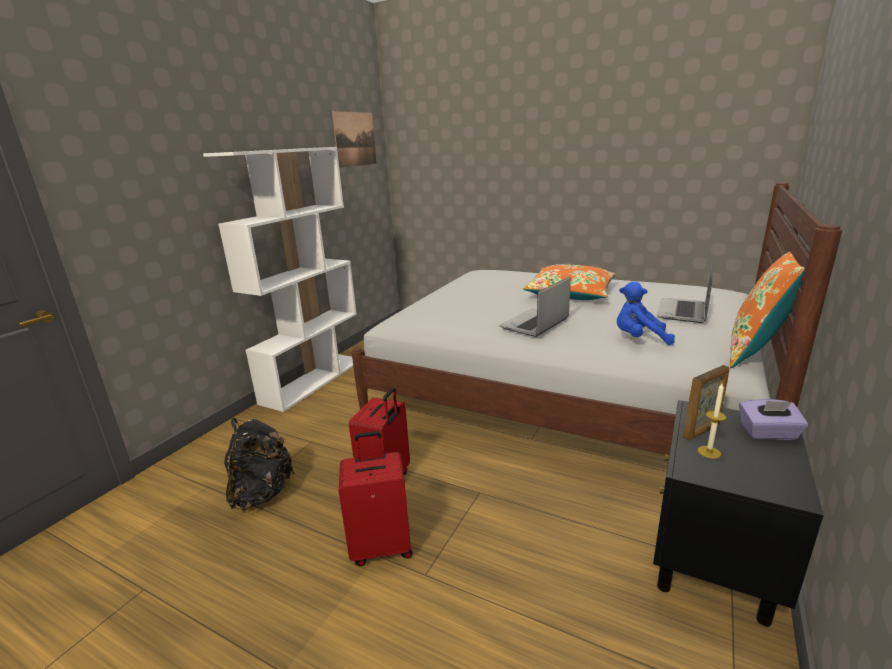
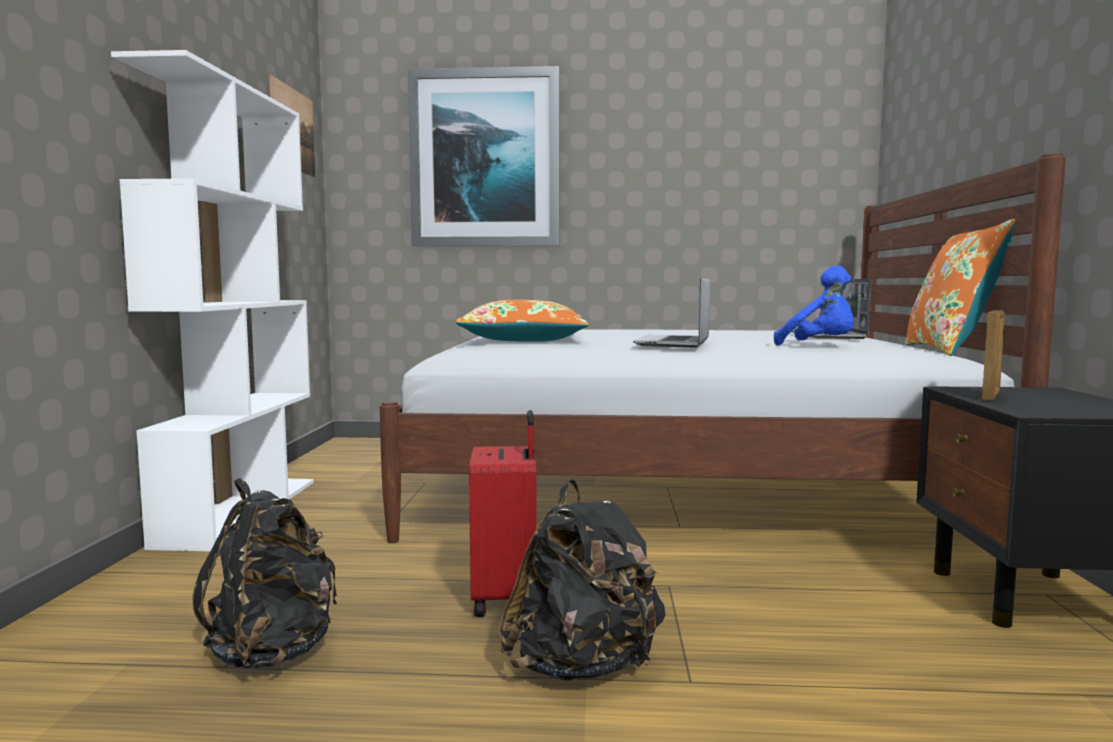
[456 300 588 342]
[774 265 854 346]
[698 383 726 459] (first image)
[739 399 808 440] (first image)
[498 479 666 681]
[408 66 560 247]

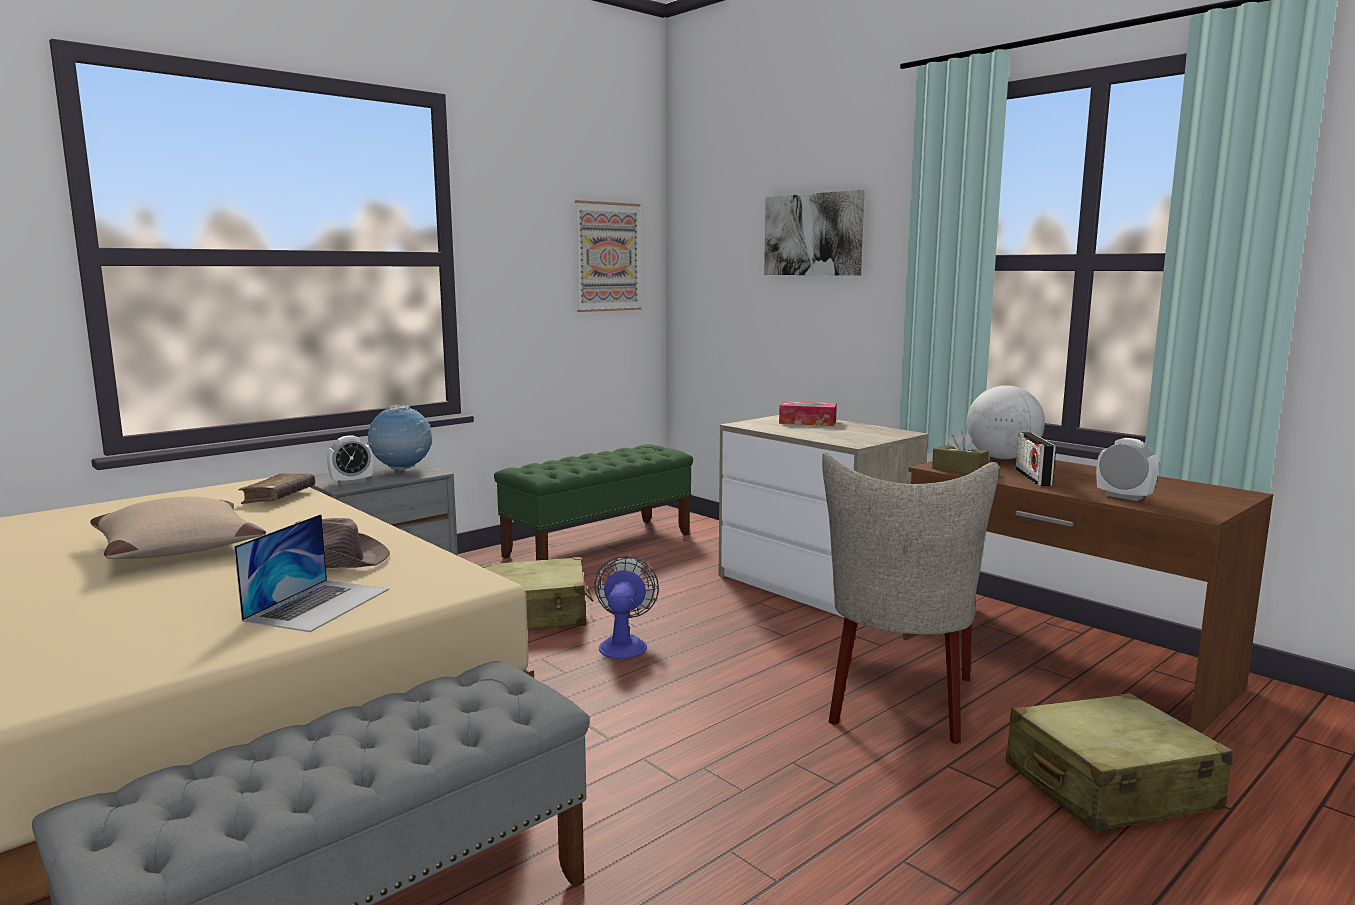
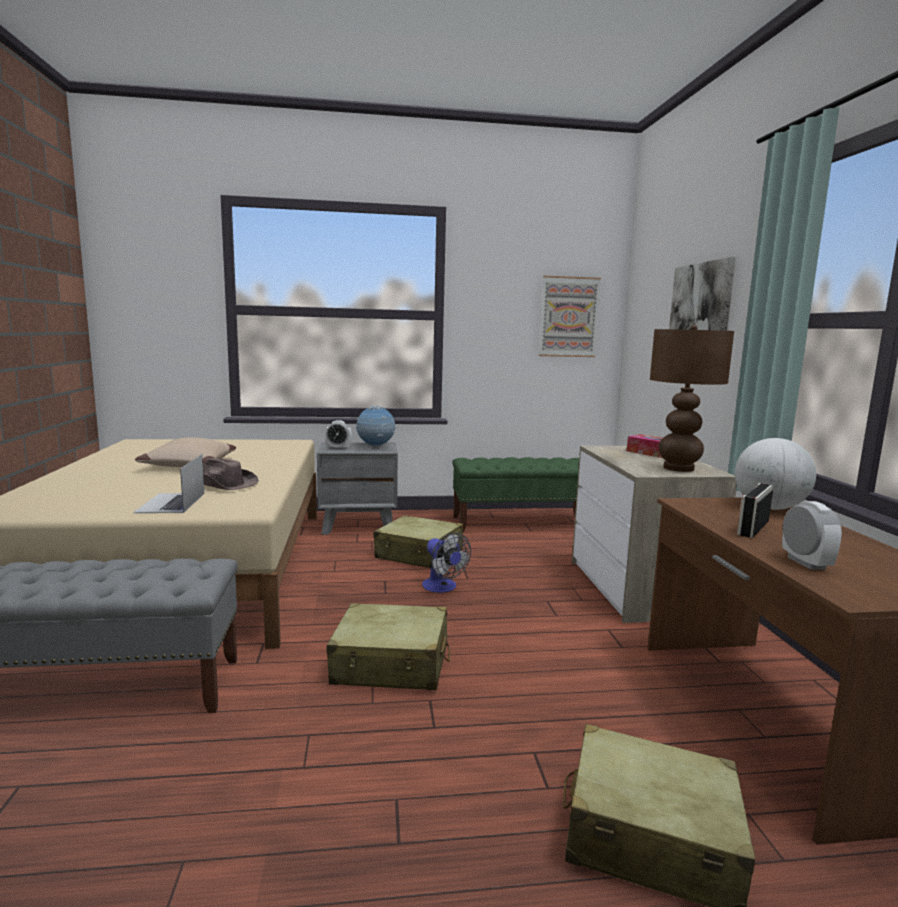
[932 430 989 474] (first image)
[822 452 999 744] (first image)
[238 473 315 504] (first image)
[133 454 204 513]
[422 533 471 593]
[650 324 734 472]
[326 603 450 690]

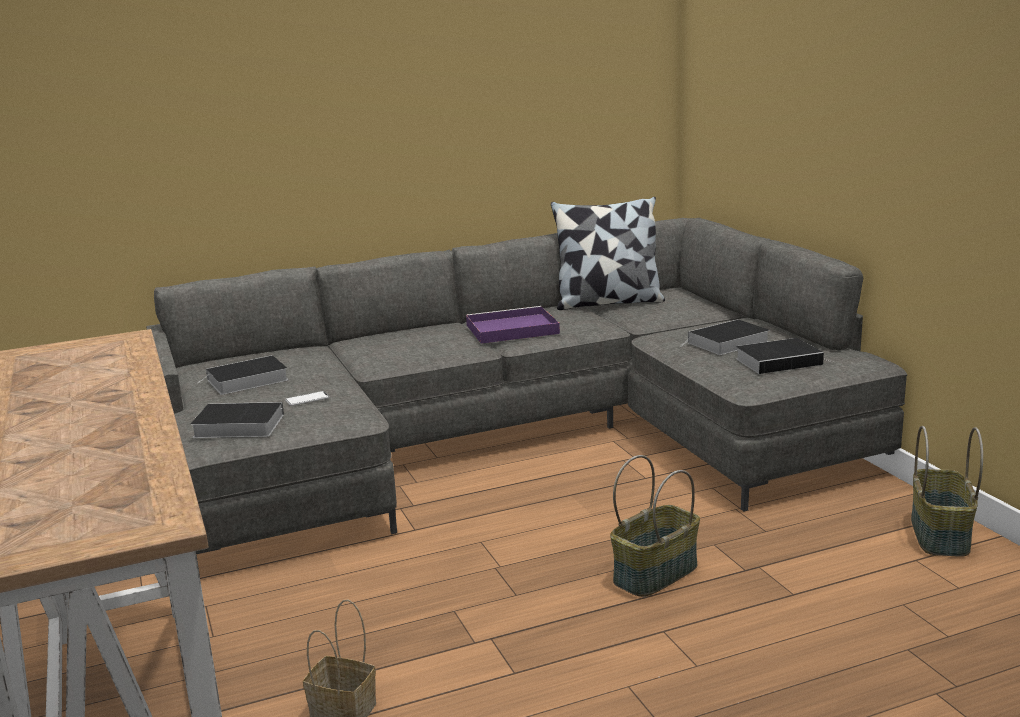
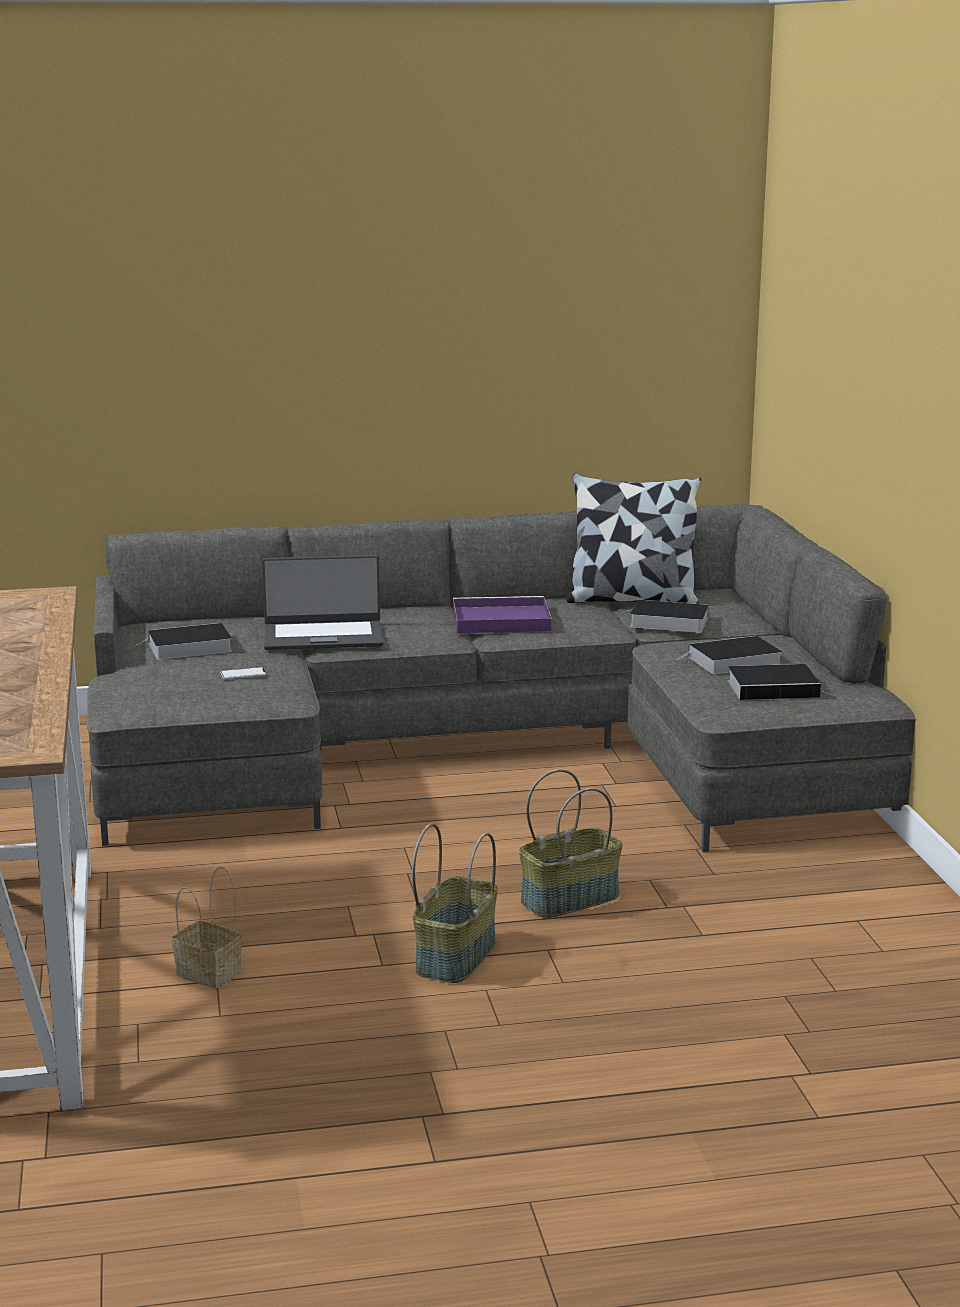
[624 599 709 633]
[412 823 498 983]
[262 555 384 650]

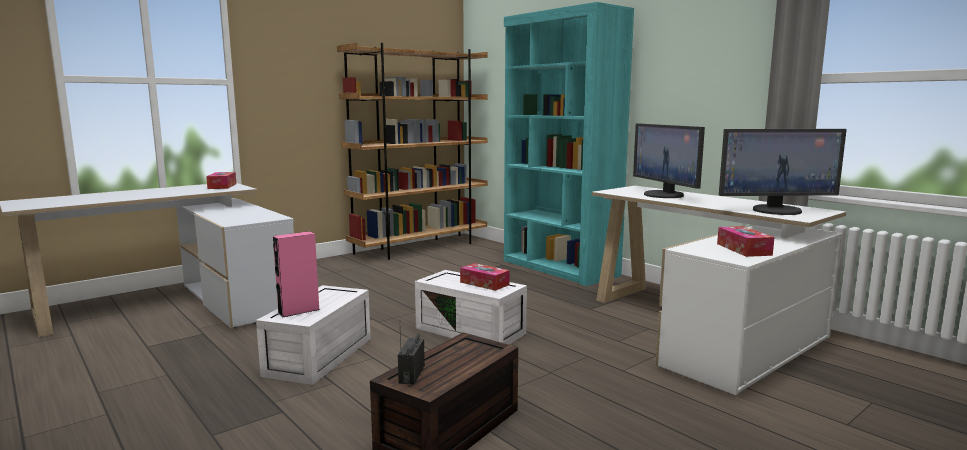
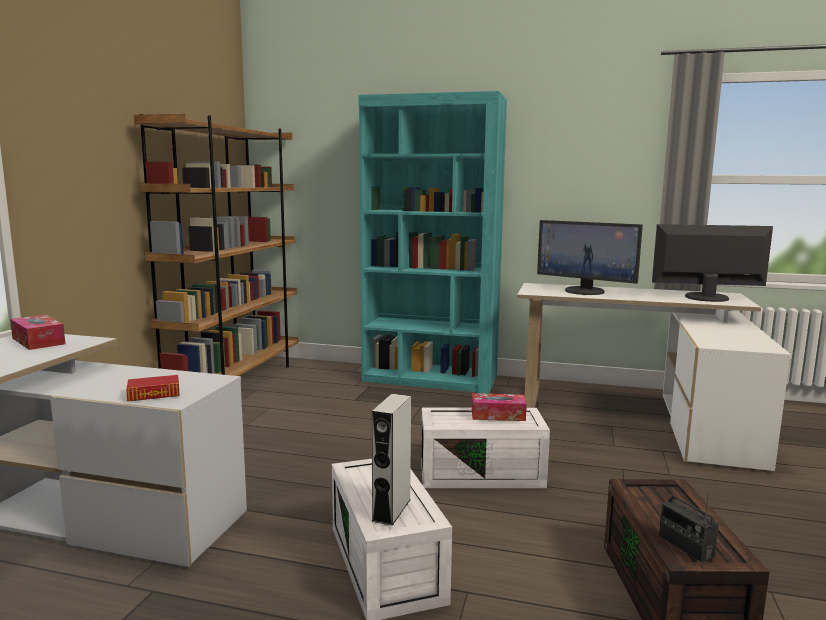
[652 224 773 302]
[717 226 775 257] (first image)
[371 394 411 526]
[126 375 180 401]

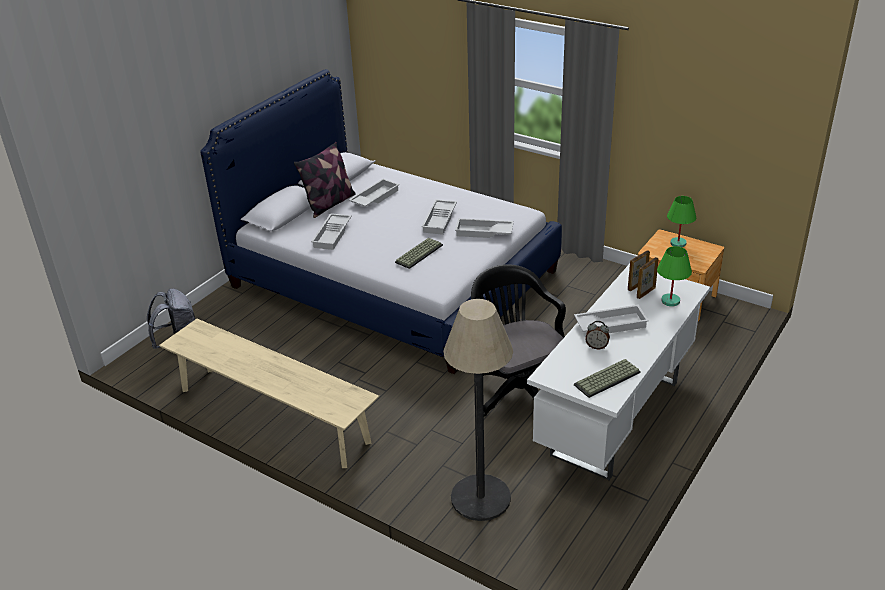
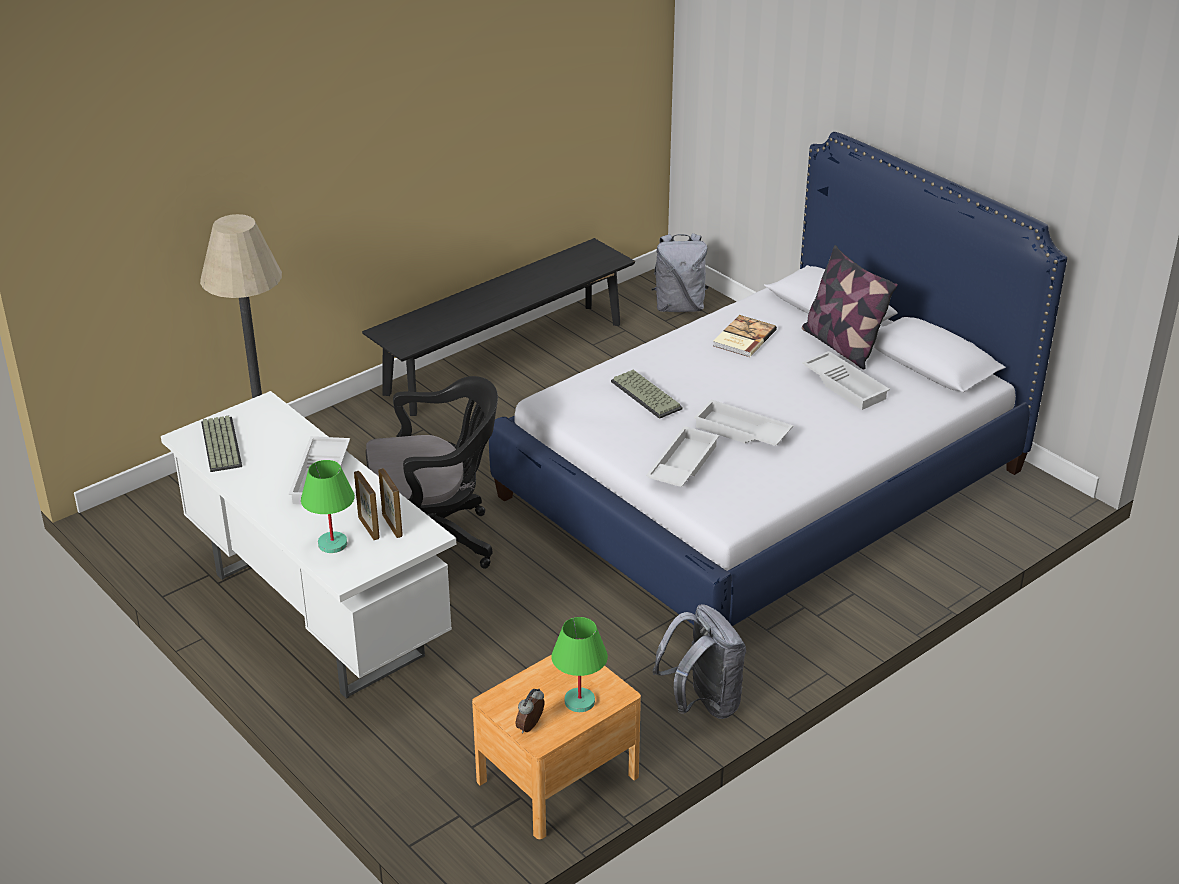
[713 315 777 357]
[362 238 635 416]
[516 688 544 734]
[653 604 746 719]

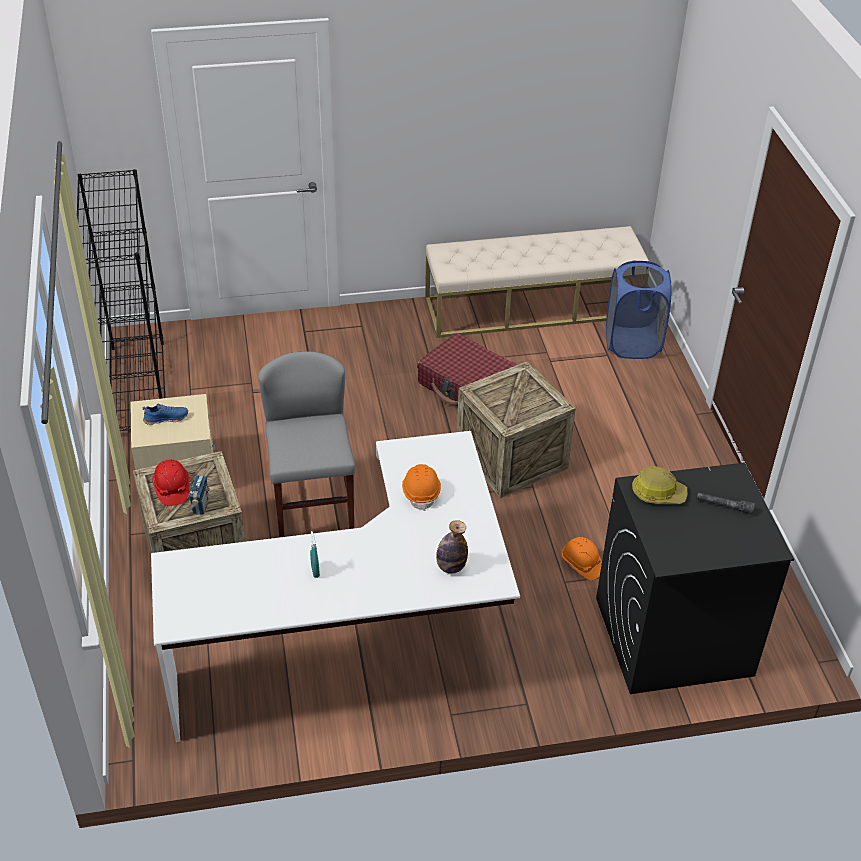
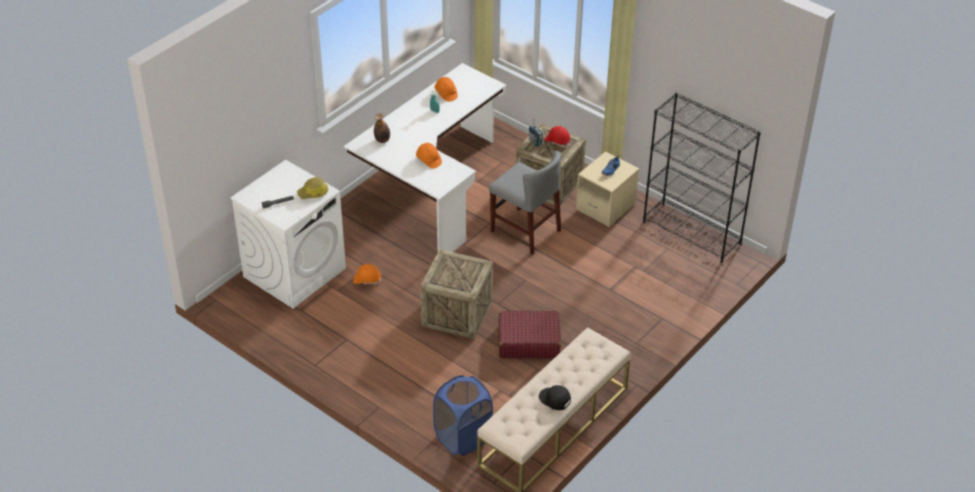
[230 160 346 309]
[434 77 458 102]
[539 385 571 410]

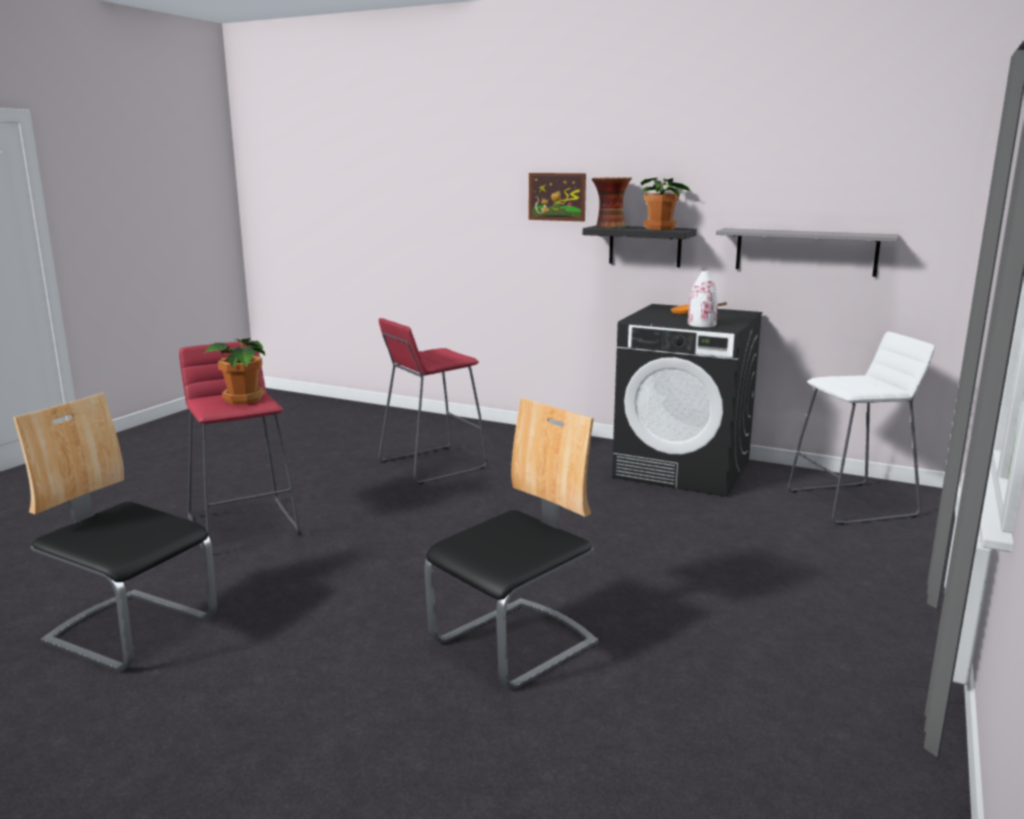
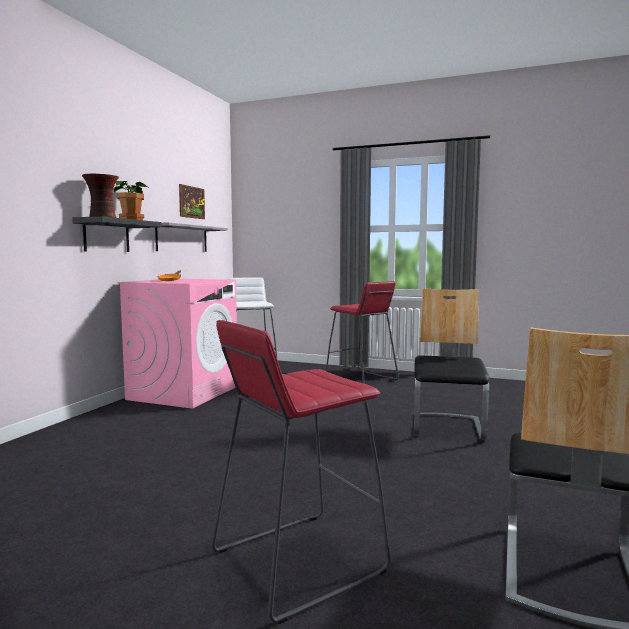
[179 184 205 219]
[688 270 718 328] (first image)
[118 279 237 409]
[326 281 399 384]
[204 338 265 405] (first image)
[414 288 489 441]

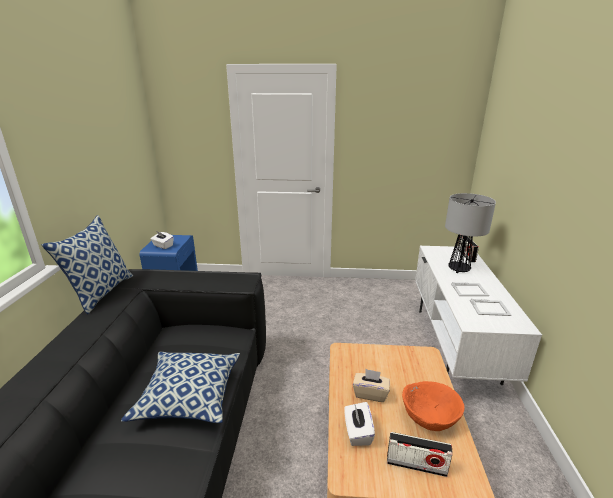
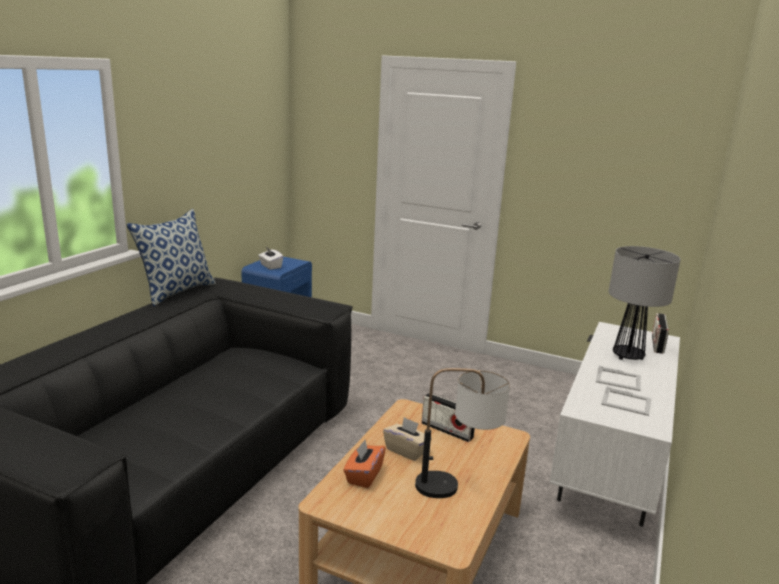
[121 352 240 423] (first image)
[415 368 510 498]
[343 440 386 488]
[422 393 475 442]

